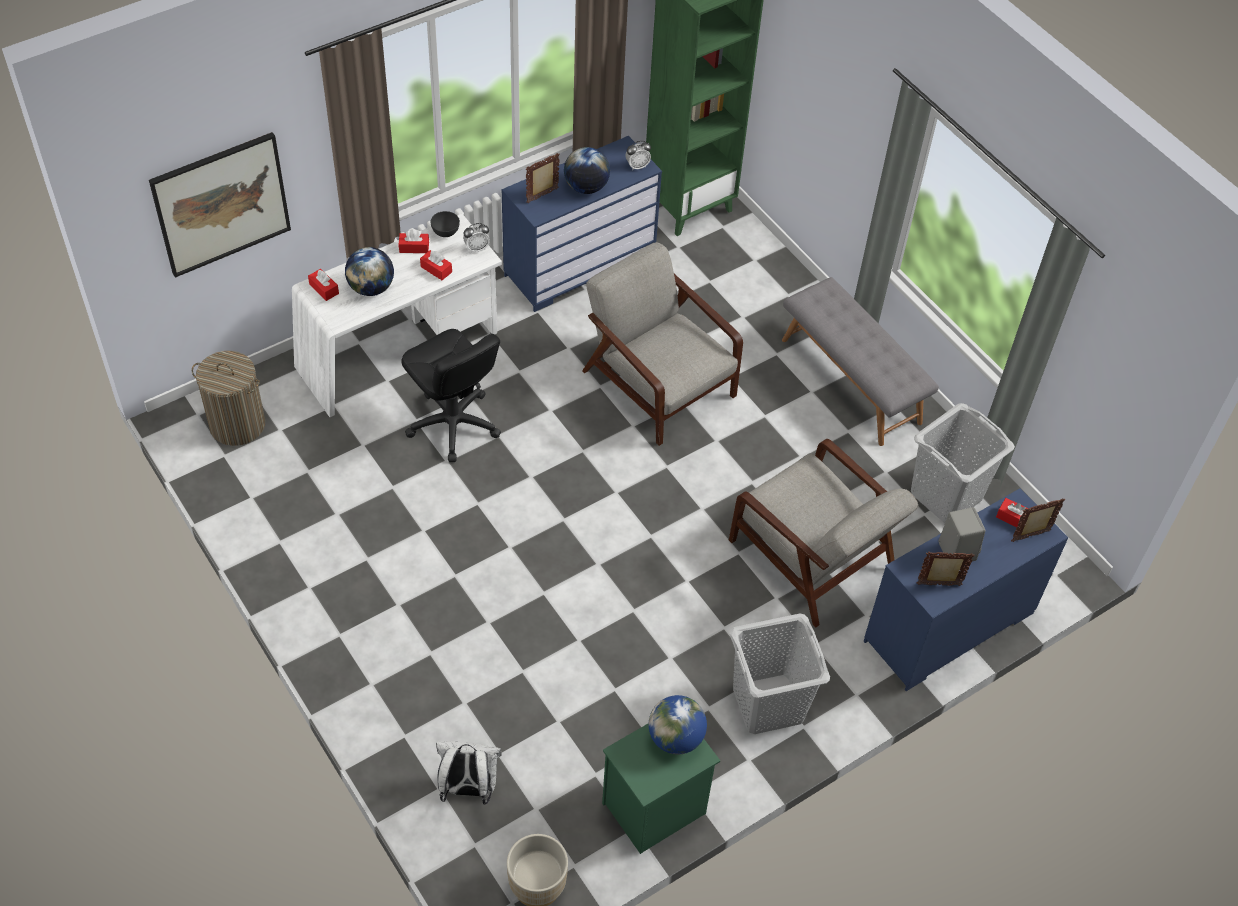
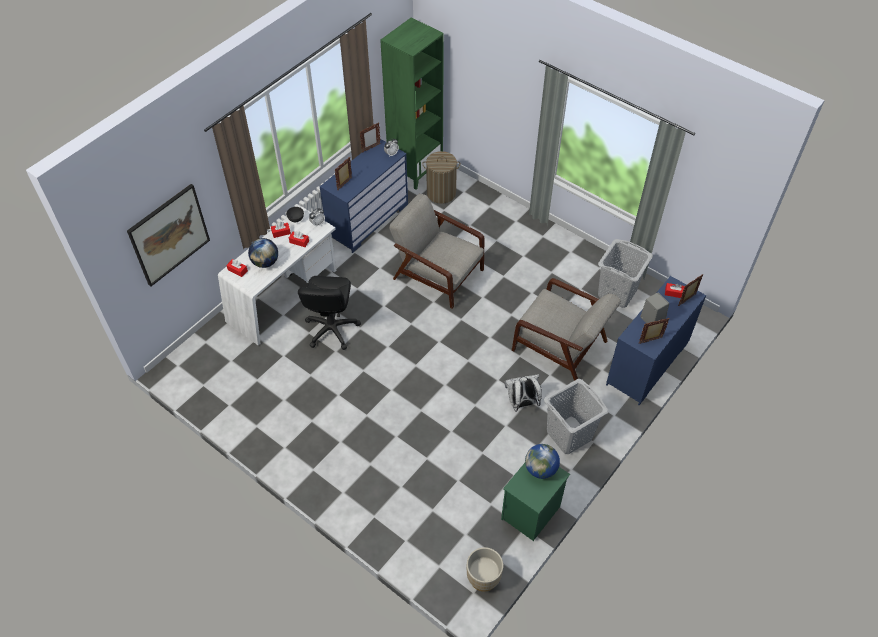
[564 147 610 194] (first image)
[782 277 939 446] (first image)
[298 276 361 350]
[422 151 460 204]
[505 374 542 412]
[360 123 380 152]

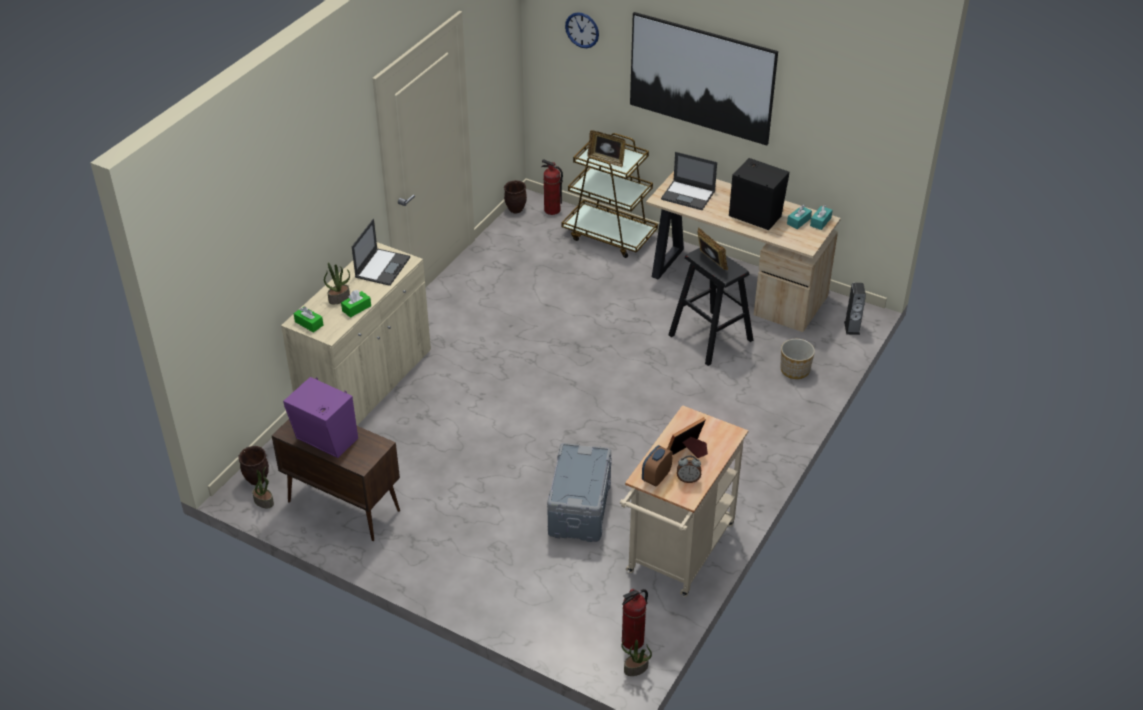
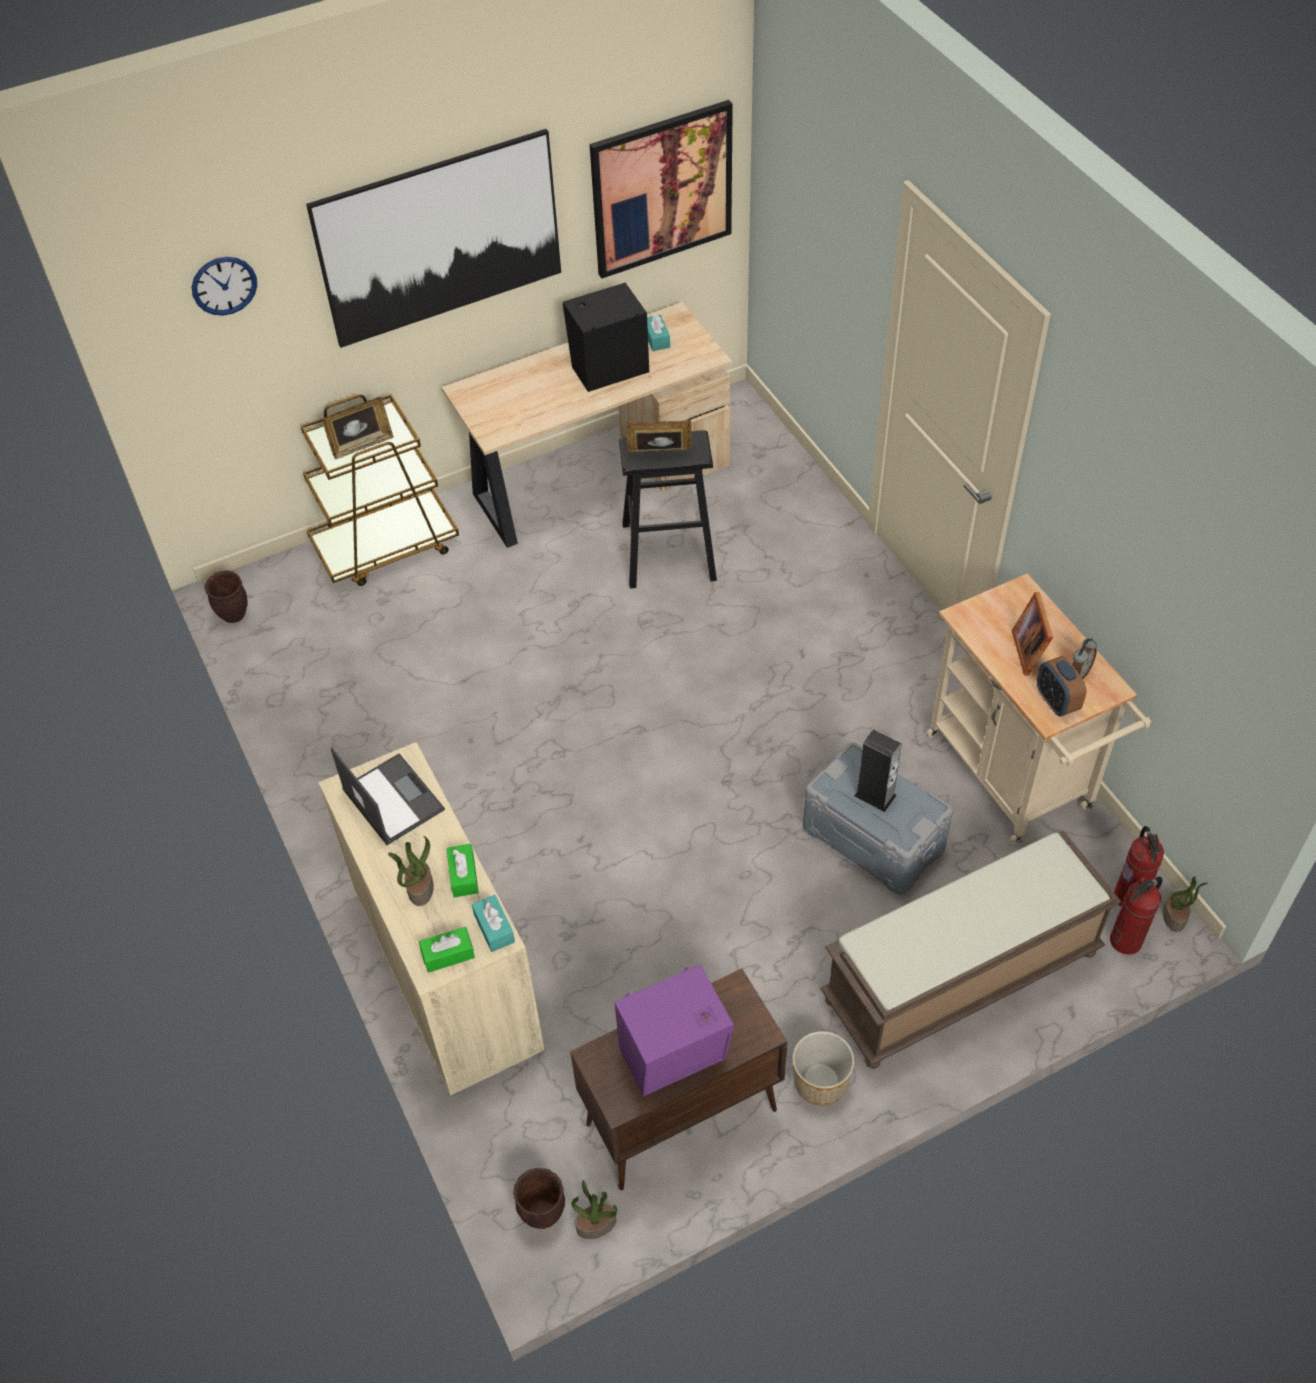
[661 152 717 210] (first image)
[1110 877 1162 955]
[472 895 515 952]
[854 729 902 812]
[792 1031 854 1105]
[590 100 733 278]
[820 831 1122 1069]

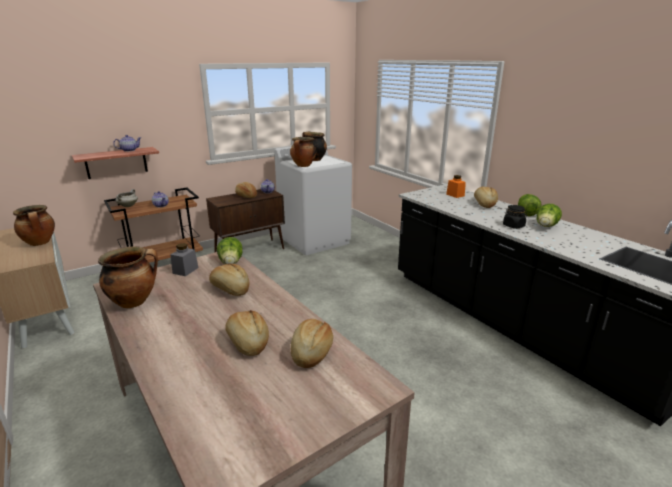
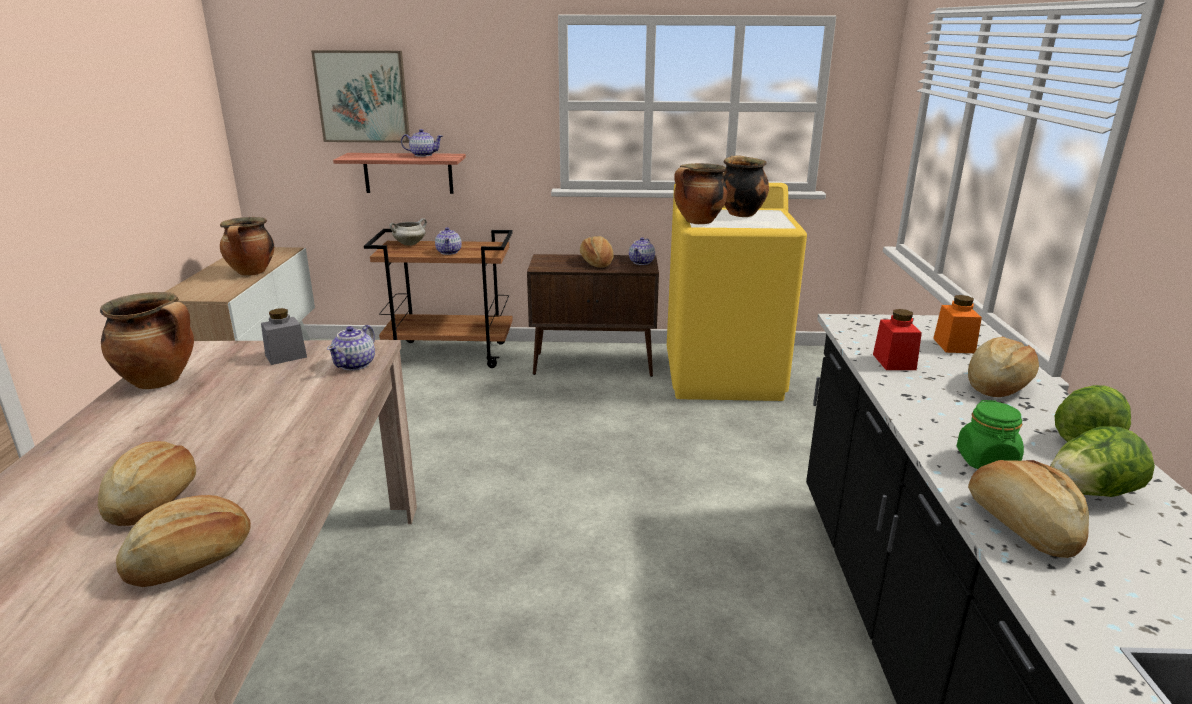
[667 183 807 401]
[956 400 1024 469]
[327 325 375 370]
[968 460 1089 558]
[311 50 410 143]
[873 309 922 370]

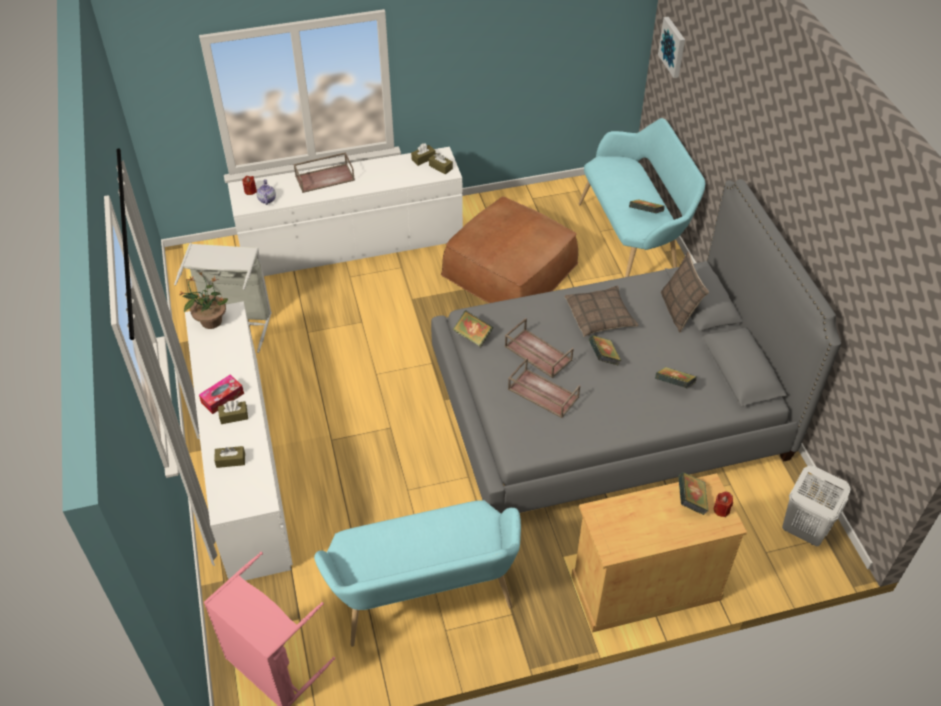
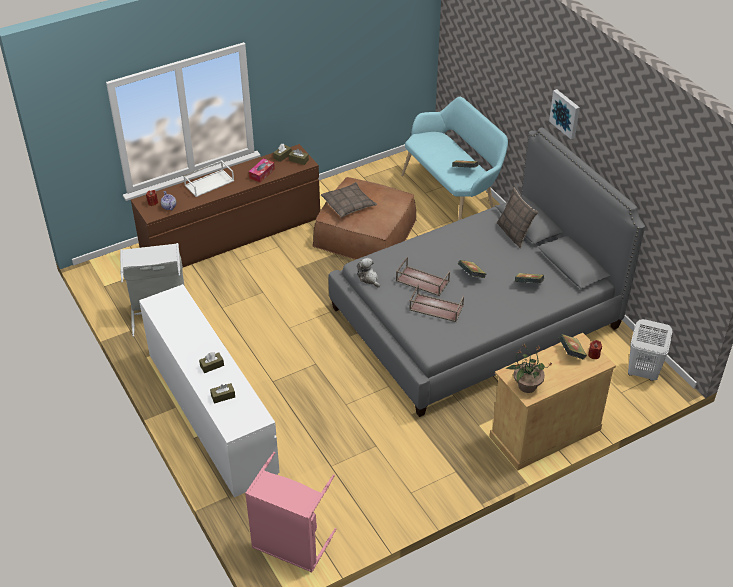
[549 89 580 140]
[131 144 320 267]
[183 160 234 197]
[506 344 552 393]
[321 182 377 218]
[357 258 380 287]
[249 158 275 182]
[314 500 521 647] (first image)

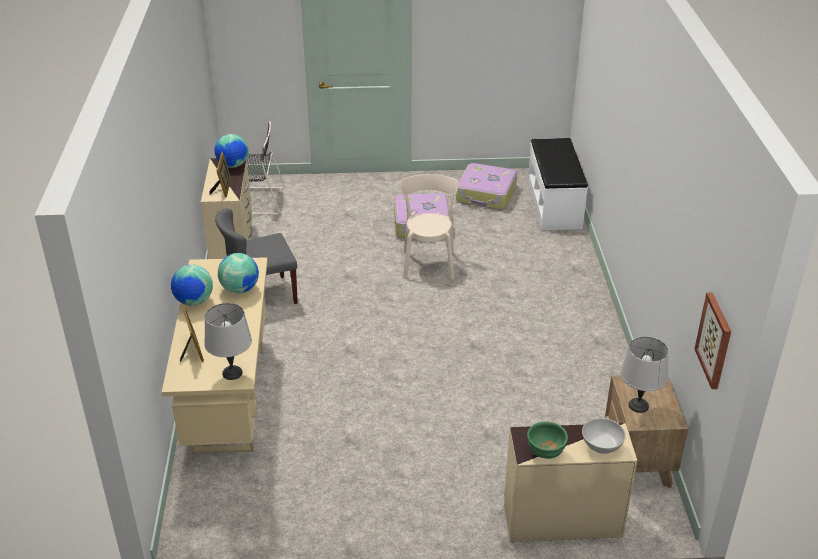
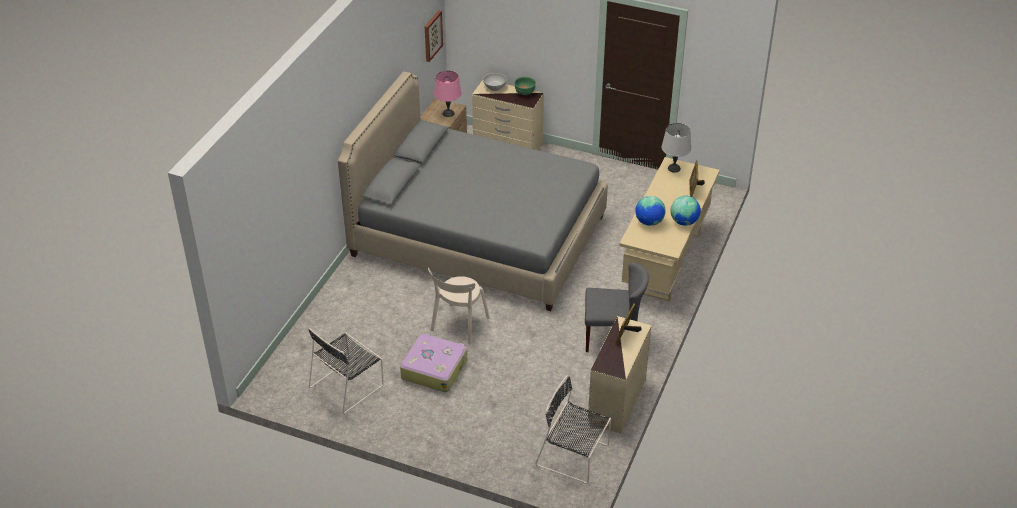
[215 134 248 168] (first image)
[528 138 588 230] (first image)
[308 328 384 414]
[434 70 462 117]
[338 72 608 311]

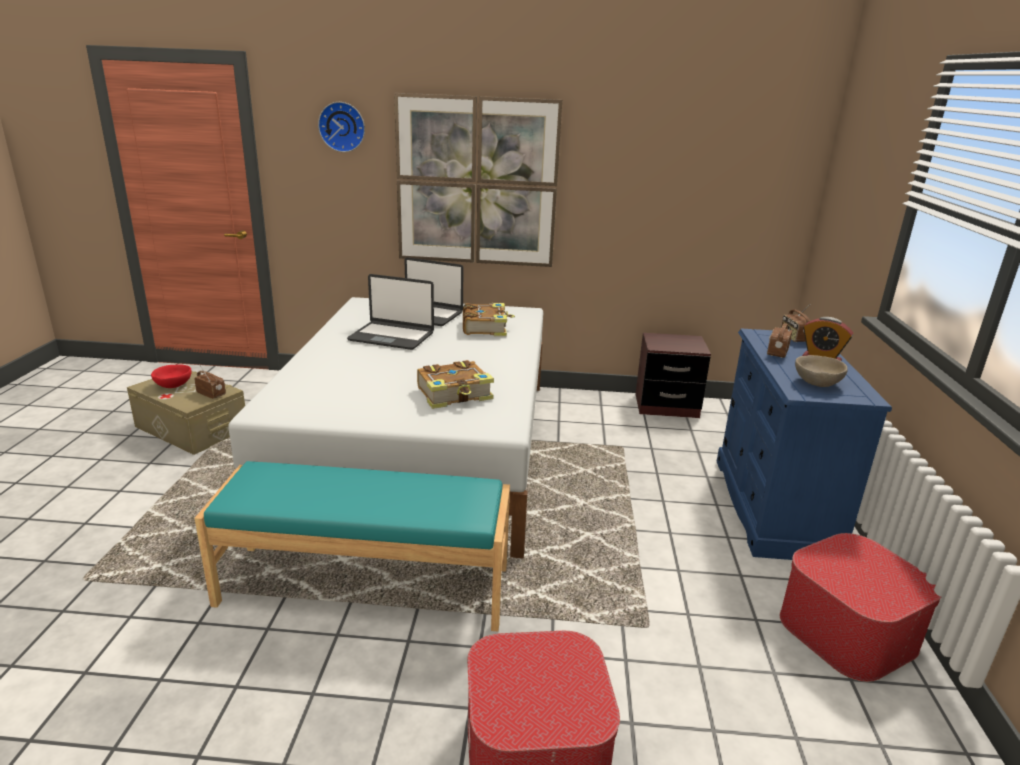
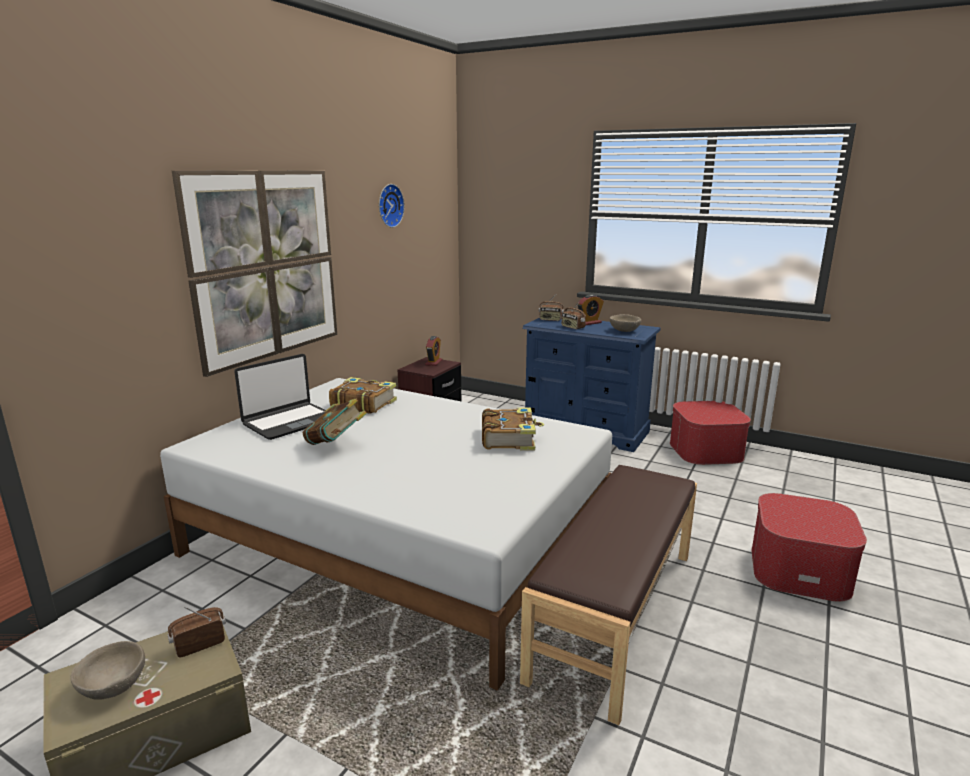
[379 184 405 228]
[303 399 367 445]
[71 641 145 700]
[520 465 697 725]
[425 336 442 366]

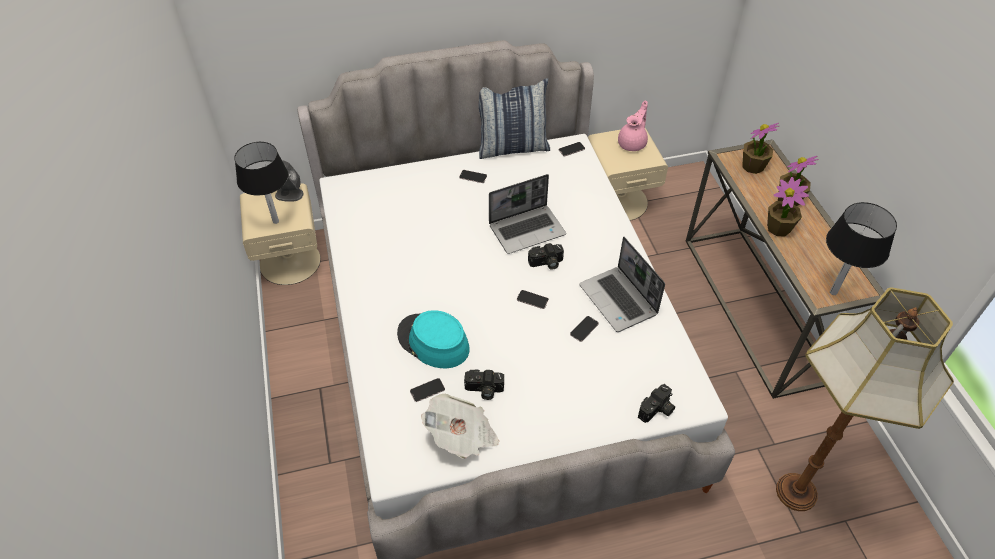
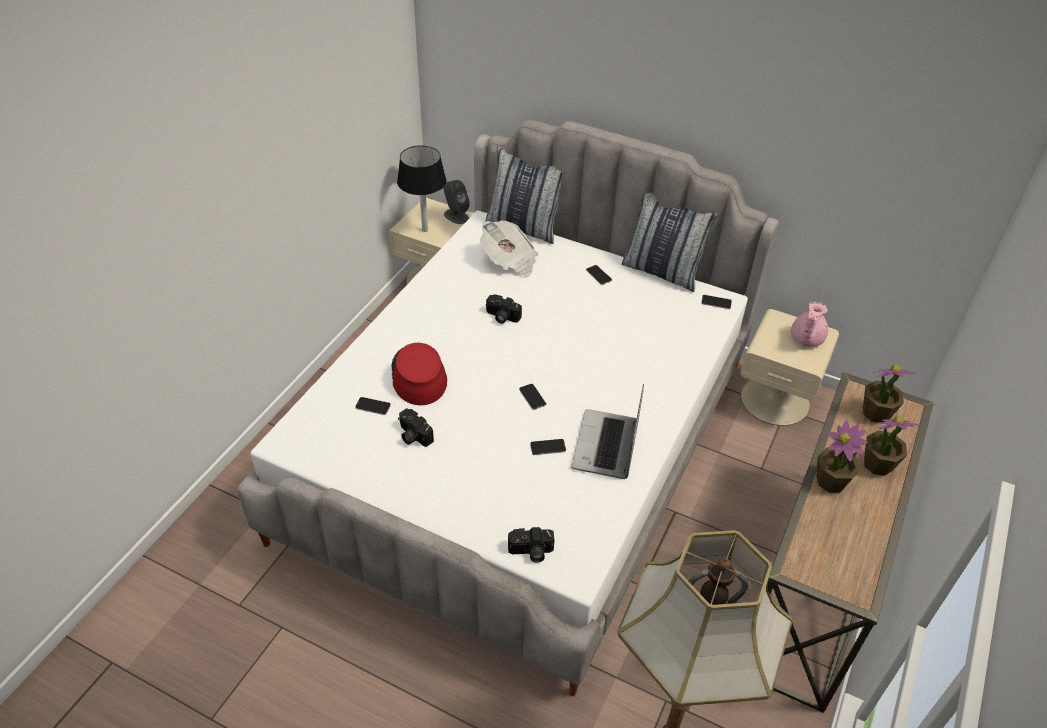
[791 302 828 347]
[489 174 566 254] (first image)
[826 202 897 295] (first image)
[486 294 522 324]
[391 343 447 405]
[480 220 538 277]
[485 147 562 244]

